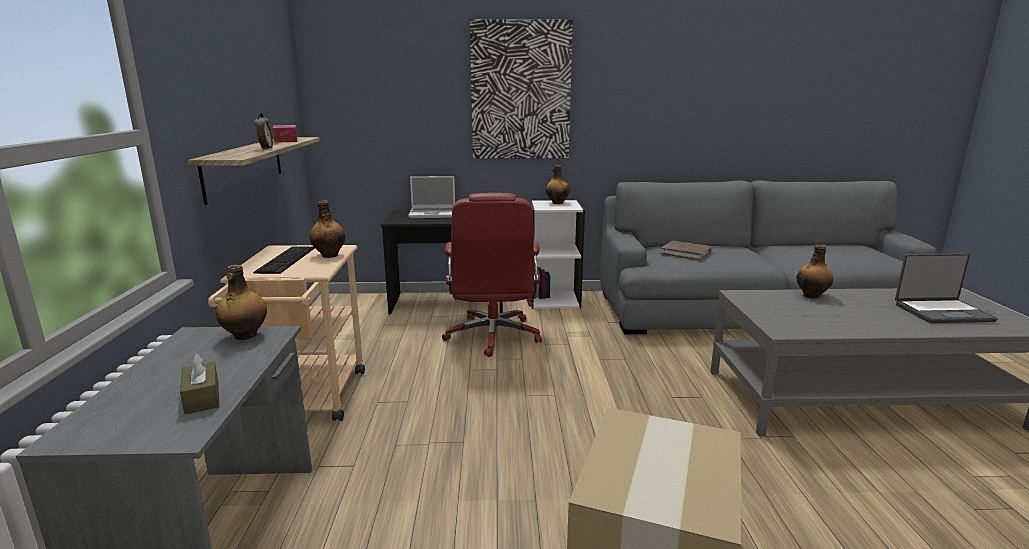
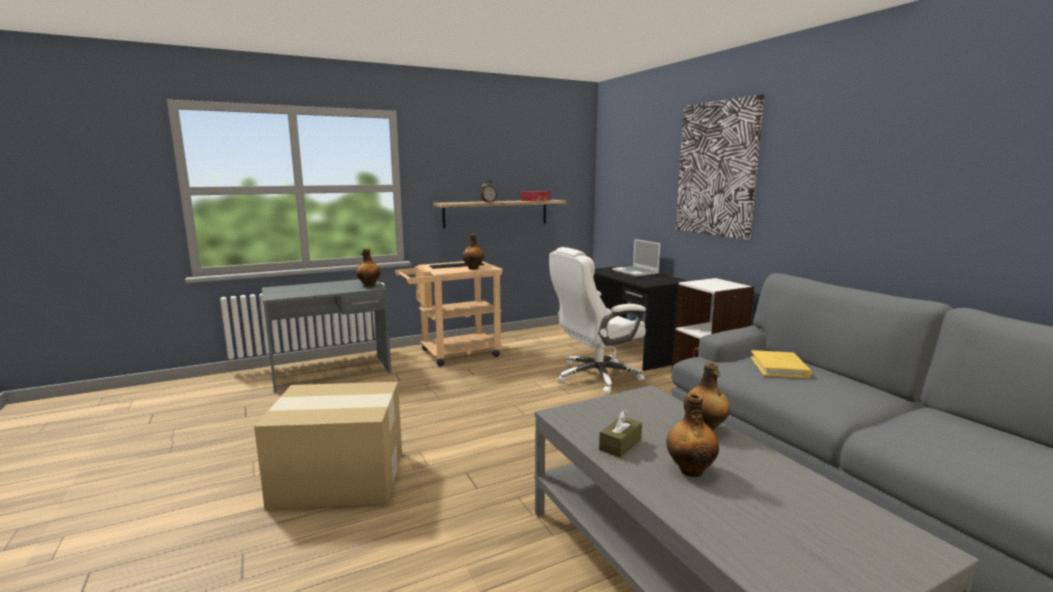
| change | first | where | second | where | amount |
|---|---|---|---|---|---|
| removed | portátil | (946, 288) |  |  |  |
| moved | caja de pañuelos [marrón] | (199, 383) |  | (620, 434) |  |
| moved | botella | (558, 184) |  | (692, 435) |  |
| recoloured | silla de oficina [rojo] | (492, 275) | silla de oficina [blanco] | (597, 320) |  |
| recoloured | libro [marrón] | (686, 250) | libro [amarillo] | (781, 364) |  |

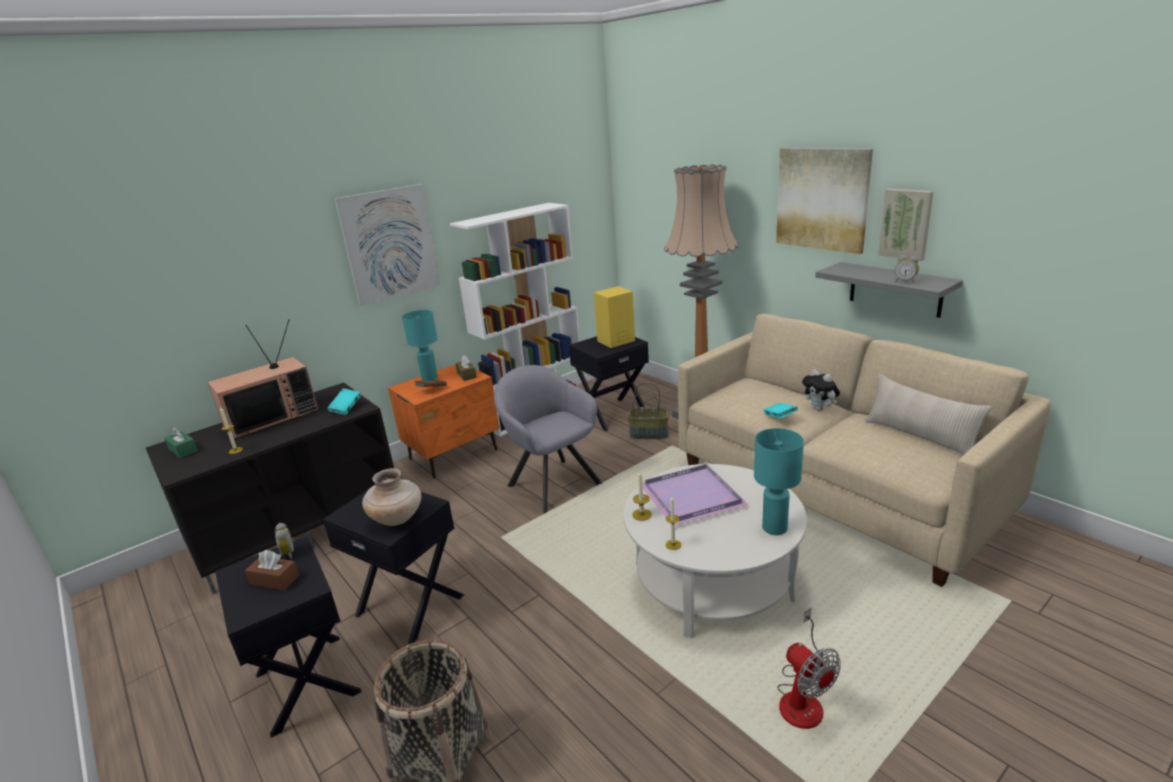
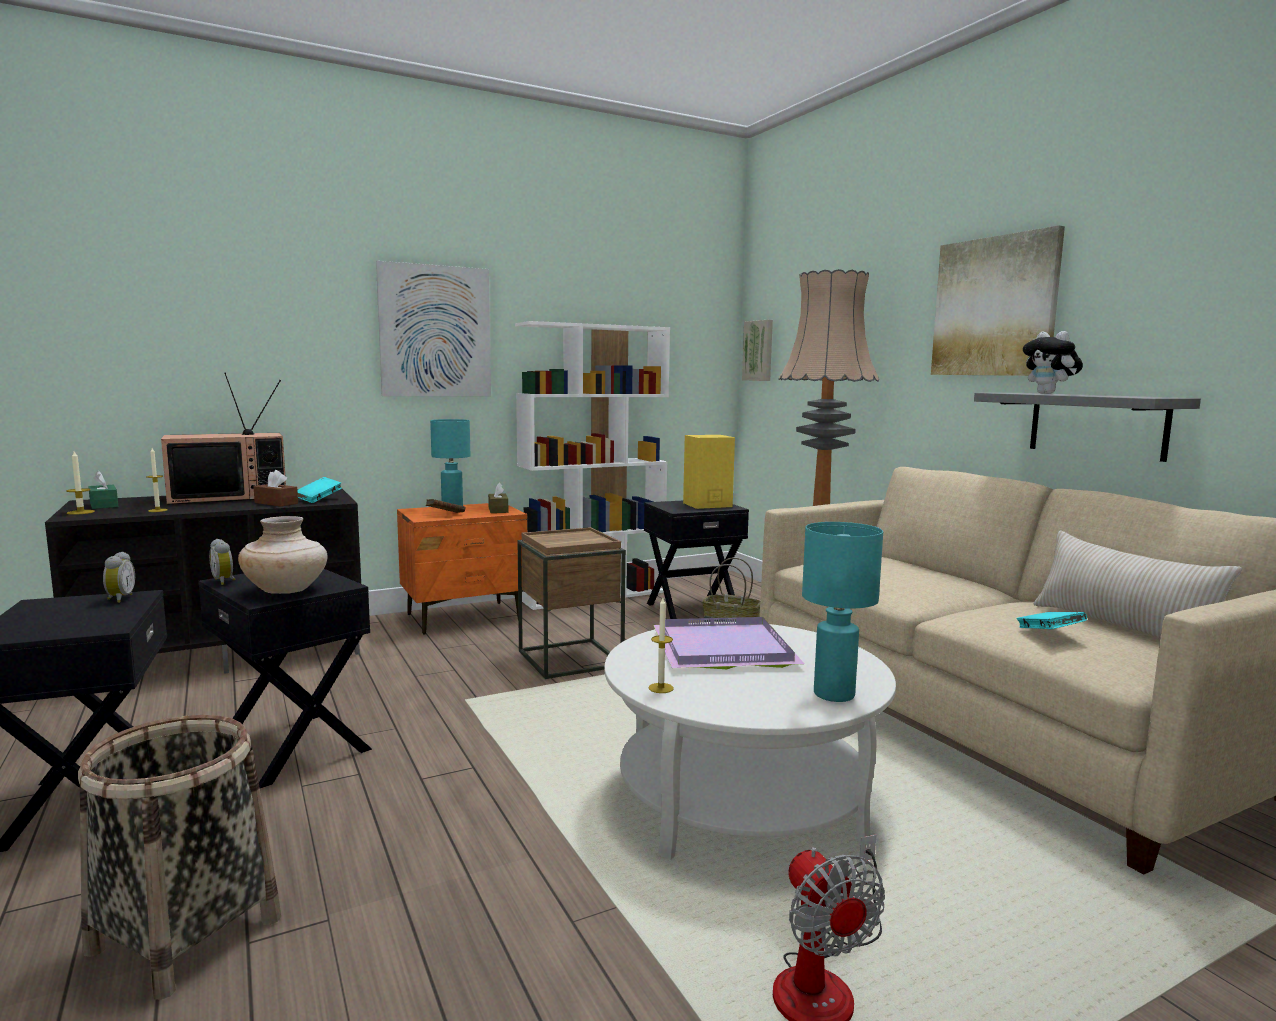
| change | first | where | second | where | amount |
|---|---|---|---|---|---|
| moved | caja de pañuelos [marrón] | (272, 570) |  | (275, 488) |  |
| moved | vela | (642, 496) |  | (80, 483) |  |
| moved | libro [turquesa] | (780, 411) |  | (1052, 620) |  |
| moved | peluche | (821, 390) |  | (1053, 362) |  |
| moved | cuadro | (906, 225) |  | (757, 350) |  |
| moved | despertador | (907, 269) |  | (222, 562) |  |
| replaced | sillón [gris] | (548, 439) | mesa auxiliar [marrón] | (571, 603) |  |

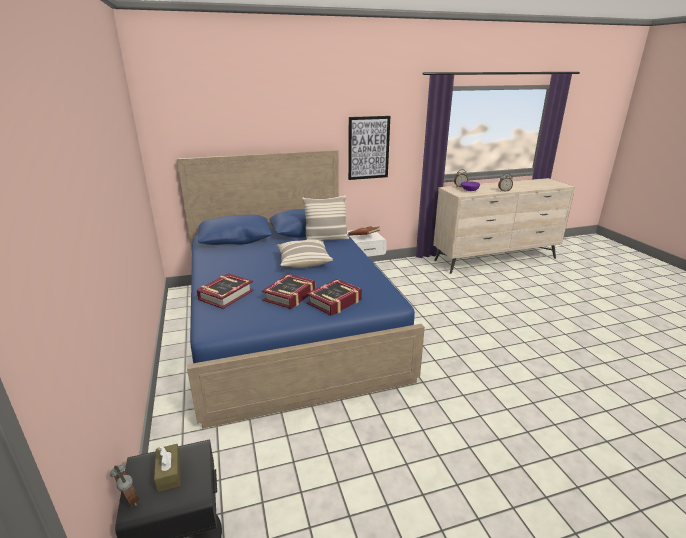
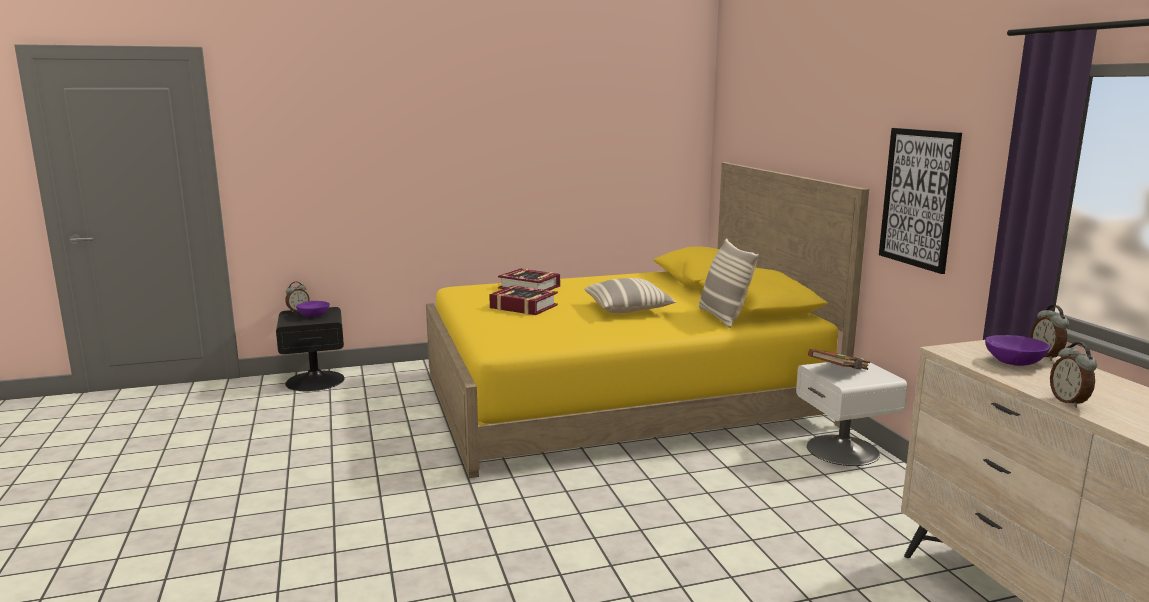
| change | first | where | second | where | amount |
|---|---|---|---|---|---|
| removed | libro | (334, 297) |  |  |  |
| replaced | caja de pañuelos [marrón] | (167, 468) | cuenco [morado] | (313, 309) |  |
| recoloured | cama [azul] | (301, 289) | cama [amarillo] | (647, 320) |  |

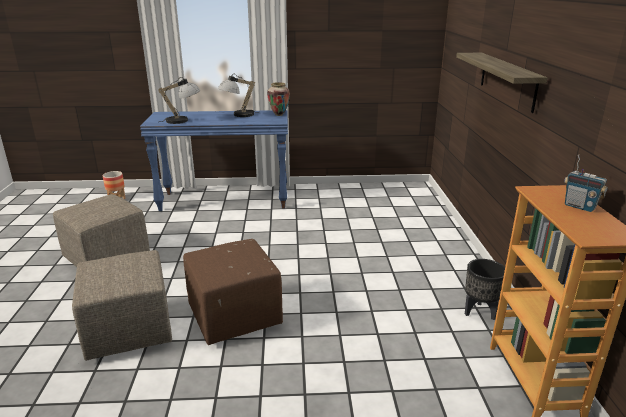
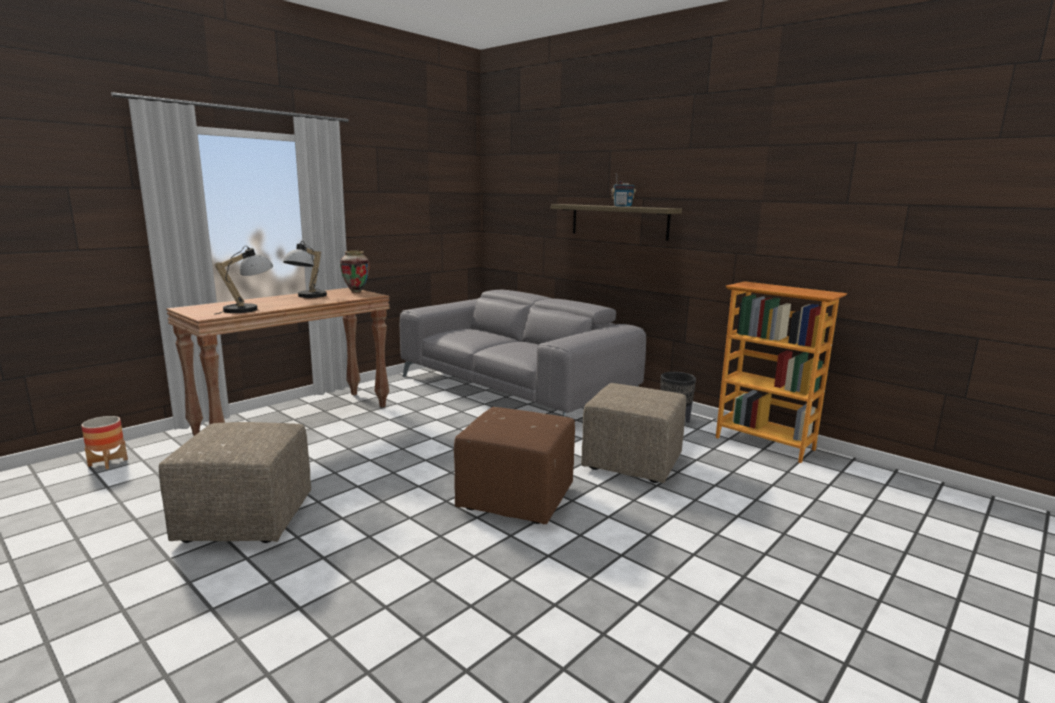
| change | first | where | second | where | amount |
|---|---|---|---|---|---|
| added |  |  | sofá [gris] | (523, 353) |  |
| moved | puf [beis] | (122, 305) |  | (633, 433) |  |
| moved | radio | (586, 183) |  | (624, 190) |  |
| recoloured | mesa consola [azul] | (214, 160) | mesa consola [marrón] | (278, 362) |  |

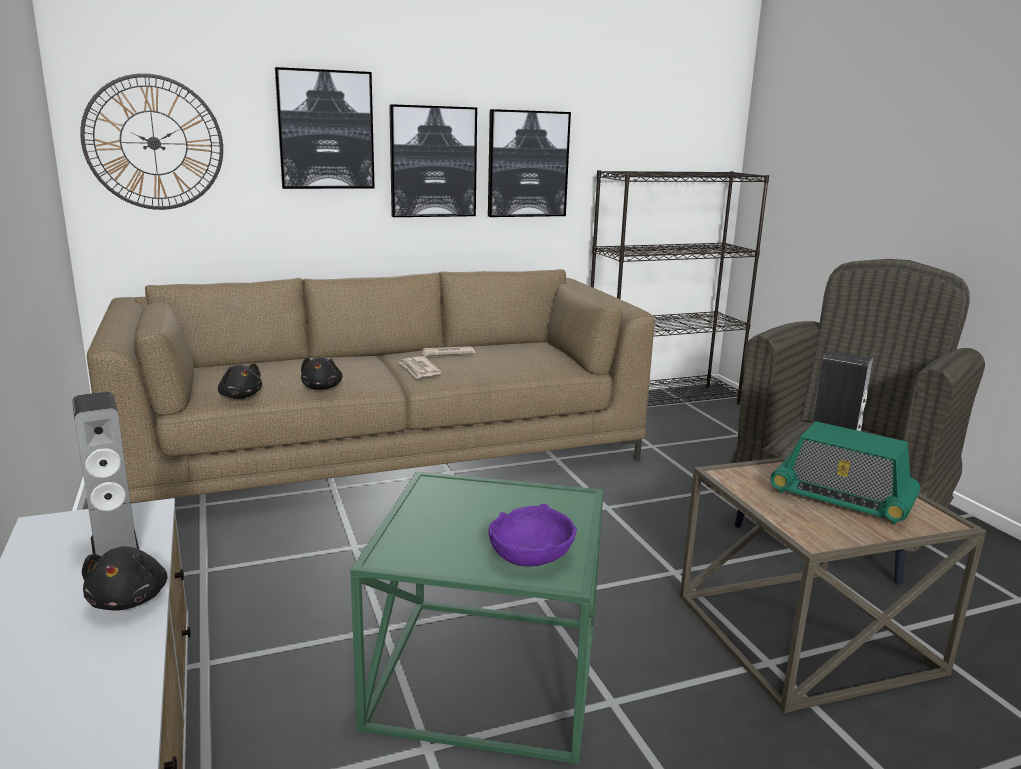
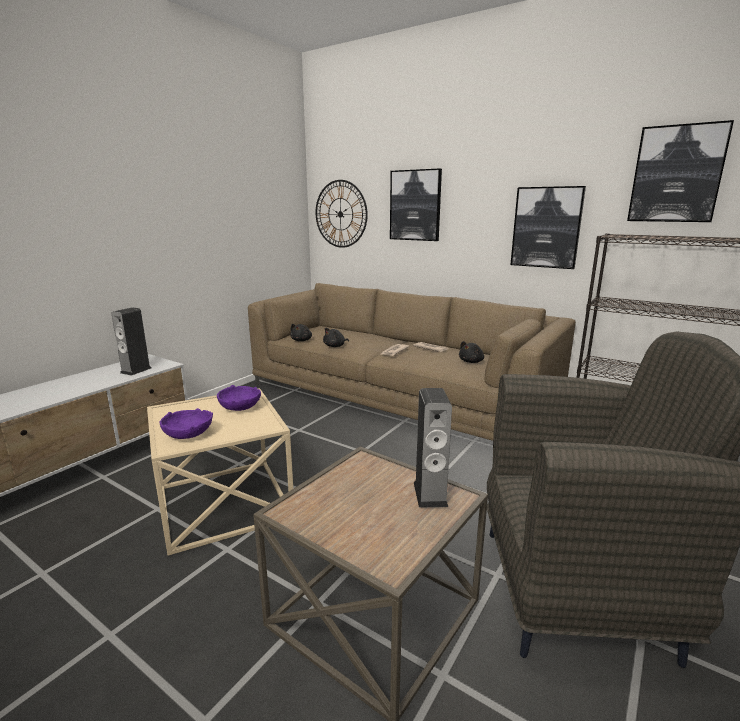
| change | first | where | second | where | amount |
|---|---|---|---|---|---|
| removed | radio | (846, 473) |  |  |  |
| added |  |  | cuenco [morado] | (239, 398) |  |
| moved | peluche [negro] | (125, 578) |  | (471, 352) |  |
| moved | cuadro | (433, 160) |  | (680, 171) |  |
| recoloured | mesa auxiliar [verde] | (477, 618) | mesa auxiliar [beis] | (220, 472) |  |

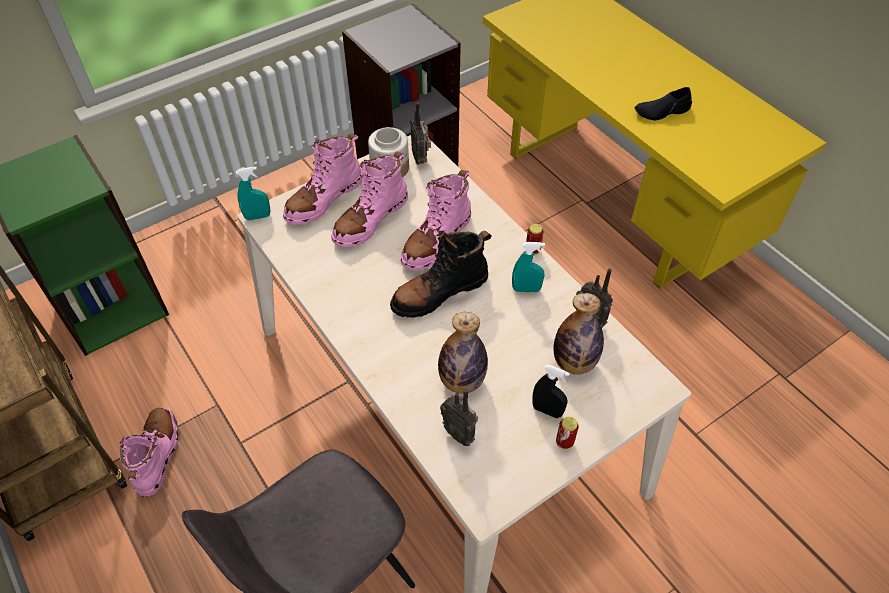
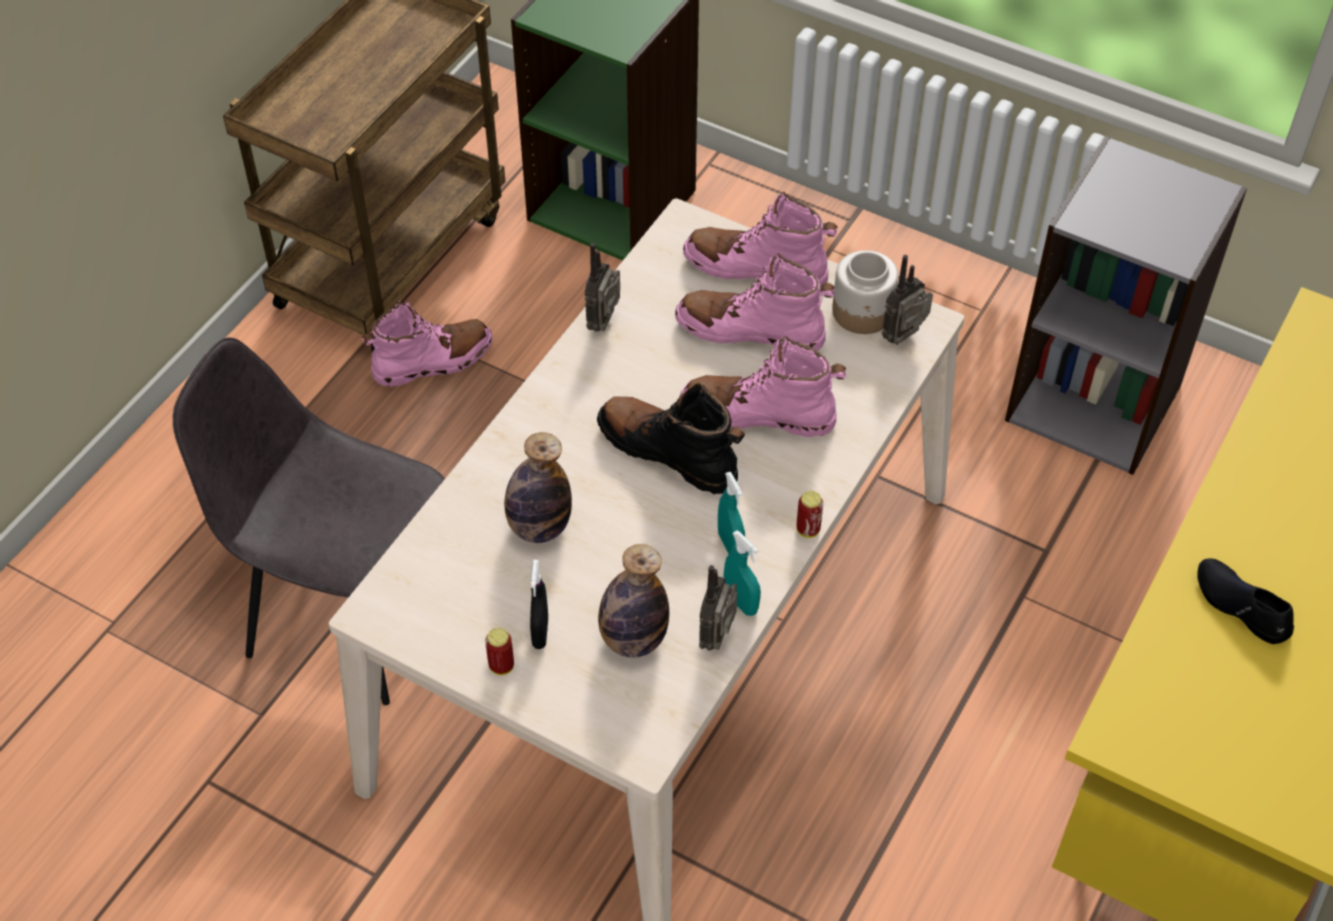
| change | first | where | second | where | amount |
|---|---|---|---|---|---|
| moved | pulverizador [turquesa] | (253, 193) |  | (742, 573) |  |
| moved | radio | (459, 417) |  | (602, 287) |  |

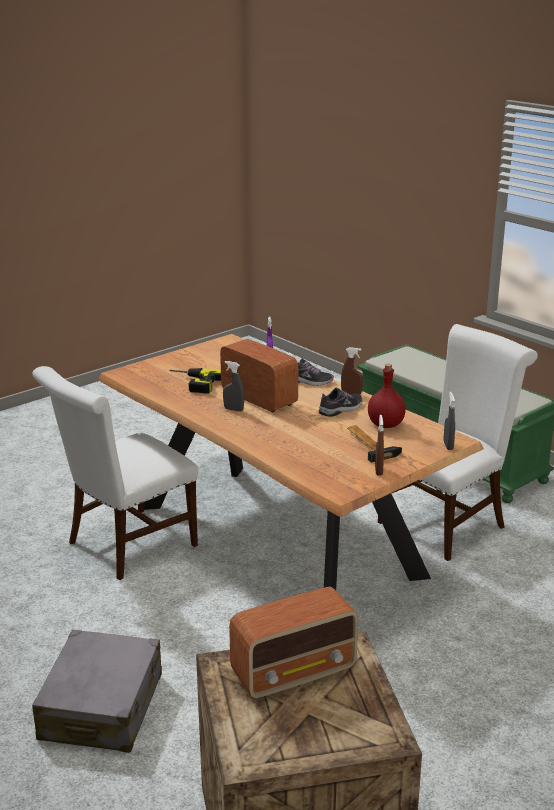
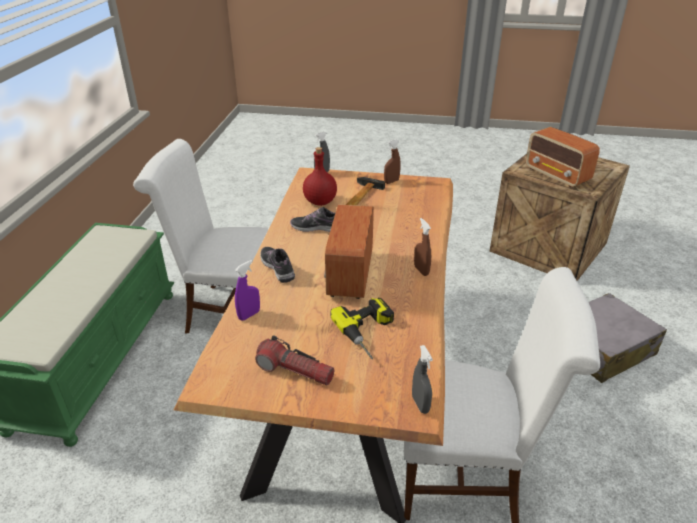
| change | first | where | second | where | amount |
|---|---|---|---|---|---|
| added |  |  | linterna | (295, 360) |  |
| moved | pulverizador [gris] | (233, 386) |  | (422, 379) |  |
| moved | pulverizador [marrón] | (352, 371) |  | (422, 247) |  |
| turned | radio | (293, 643) |  | (563, 157) | 150 degrees counterclockwise |

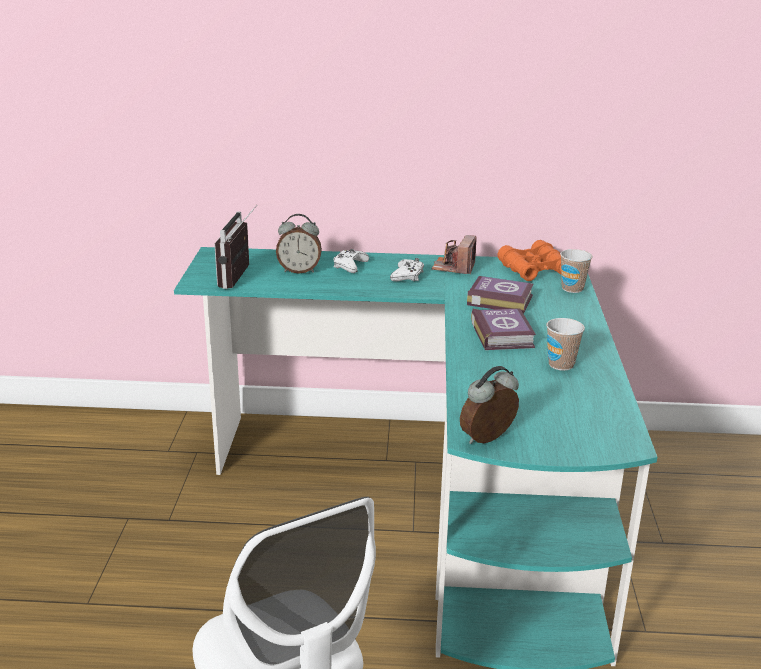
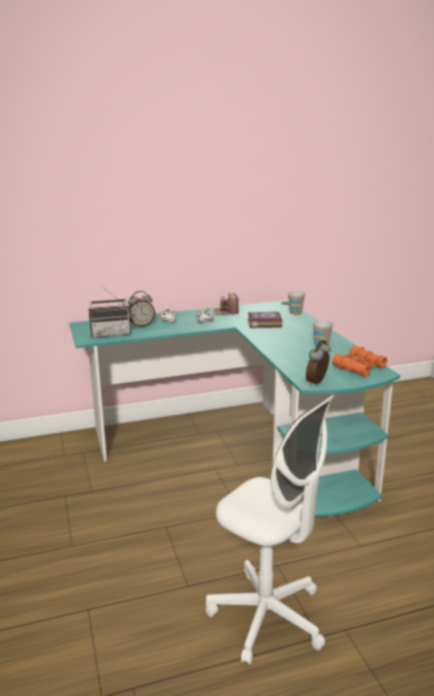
| change | first | where | second | where | amount |
|---|---|---|---|---|---|
| removed | libro | (503, 329) |  |  |  |
| moved | prismáticos [naranja] | (529, 260) |  | (359, 361) |  |
| turned | radio | (235, 247) |  | (109, 313) | 90 degrees counterclockwise |

